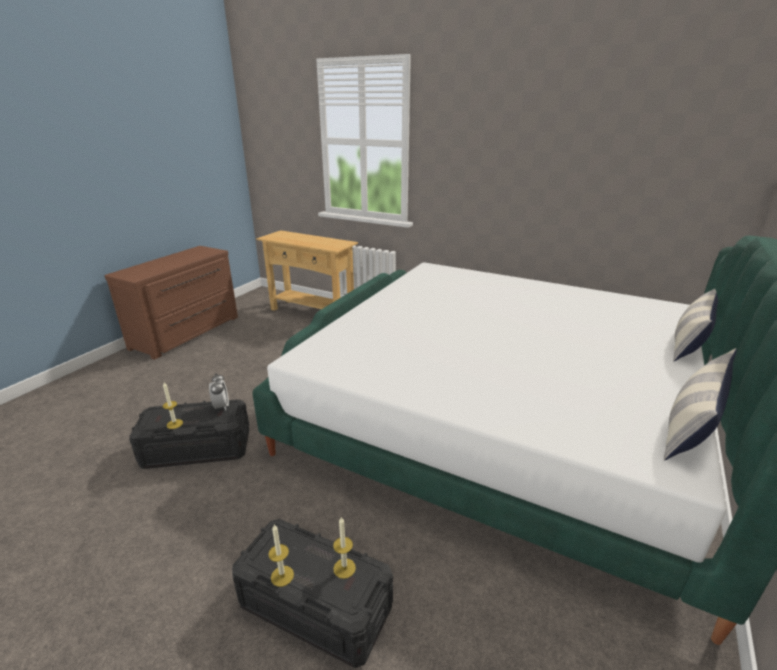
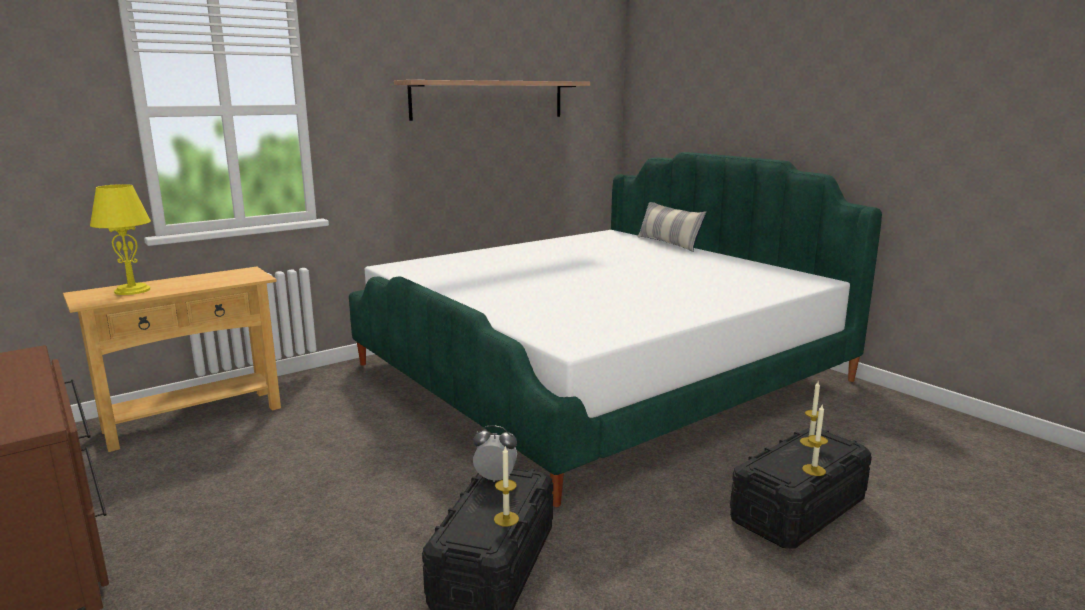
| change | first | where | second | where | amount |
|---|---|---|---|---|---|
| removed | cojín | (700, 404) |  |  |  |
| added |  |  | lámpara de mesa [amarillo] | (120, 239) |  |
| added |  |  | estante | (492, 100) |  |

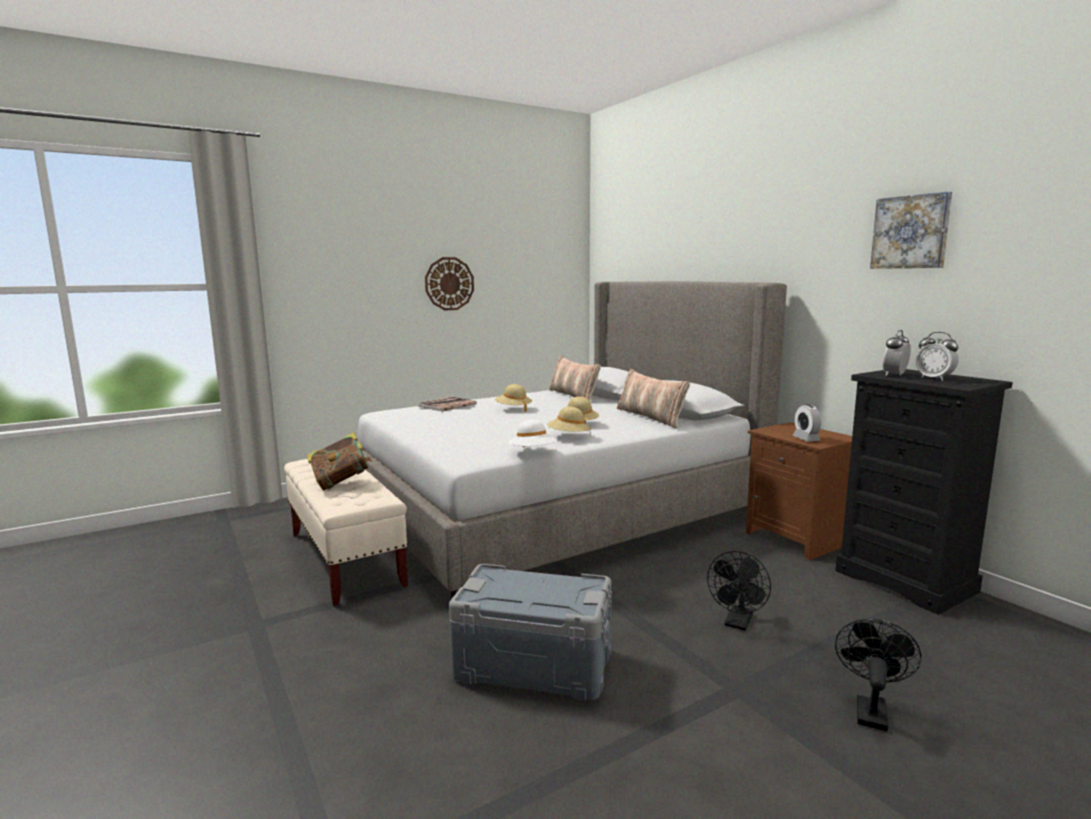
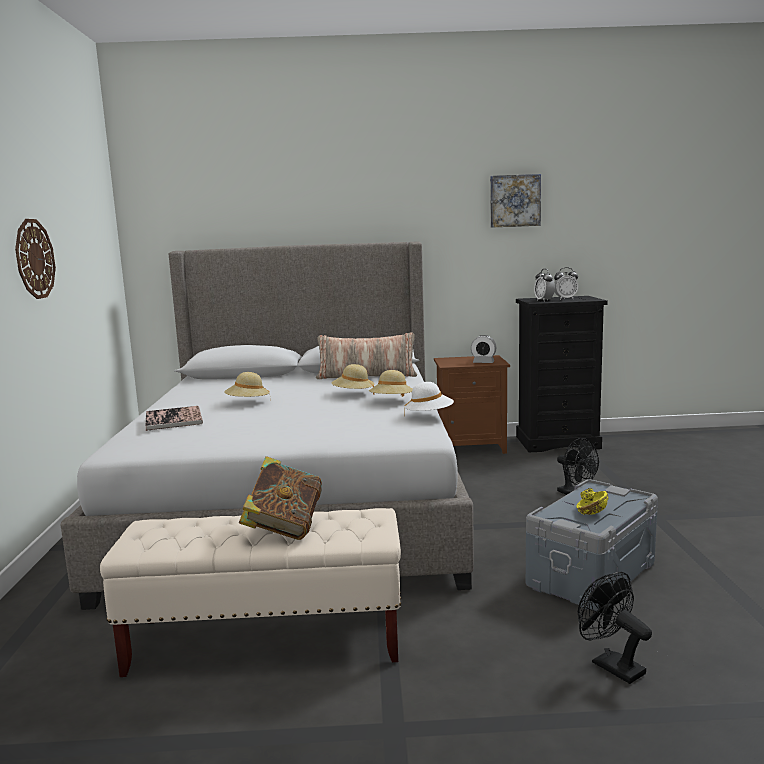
| change | first | where | second | where | amount |
|---|---|---|---|---|---|
| removed | cojín | (575, 378) |  |  |  |
| added |  |  | cuenco [amarillo] | (592, 501) |  |
| moved | ventilador [negro] | (878, 675) |  | (615, 628) |  |

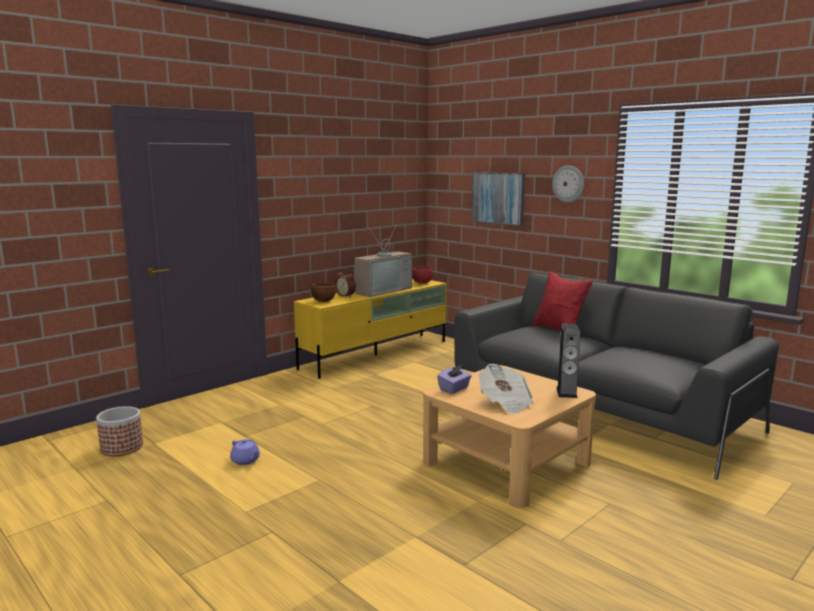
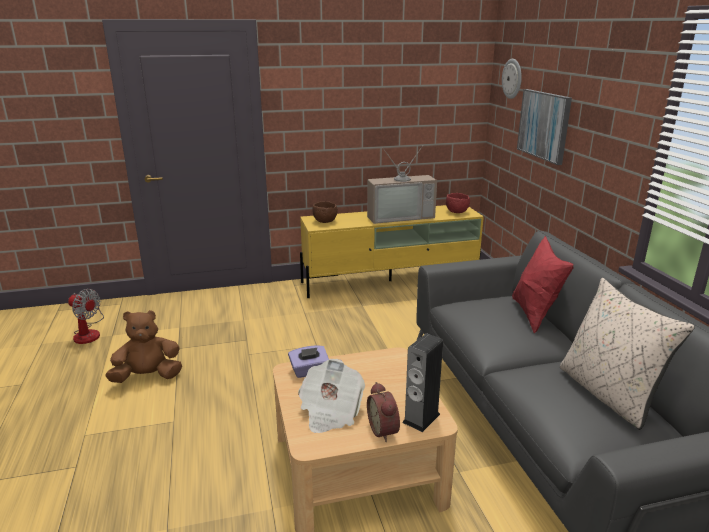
| change | first | where | second | where | amount |
|---|---|---|---|---|---|
| added |  |  | cojín [beis] | (627, 354) |  |
| moved | despertador | (345, 284) |  | (383, 412) |  |
| moved | reloj de pared | (568, 184) |  | (512, 79) |  |
| replaced | maceta | (119, 431) | ventilador | (86, 316) |  |
| replaced | tetera [morado] | (245, 452) | peluche [marrón] | (143, 346) |  |

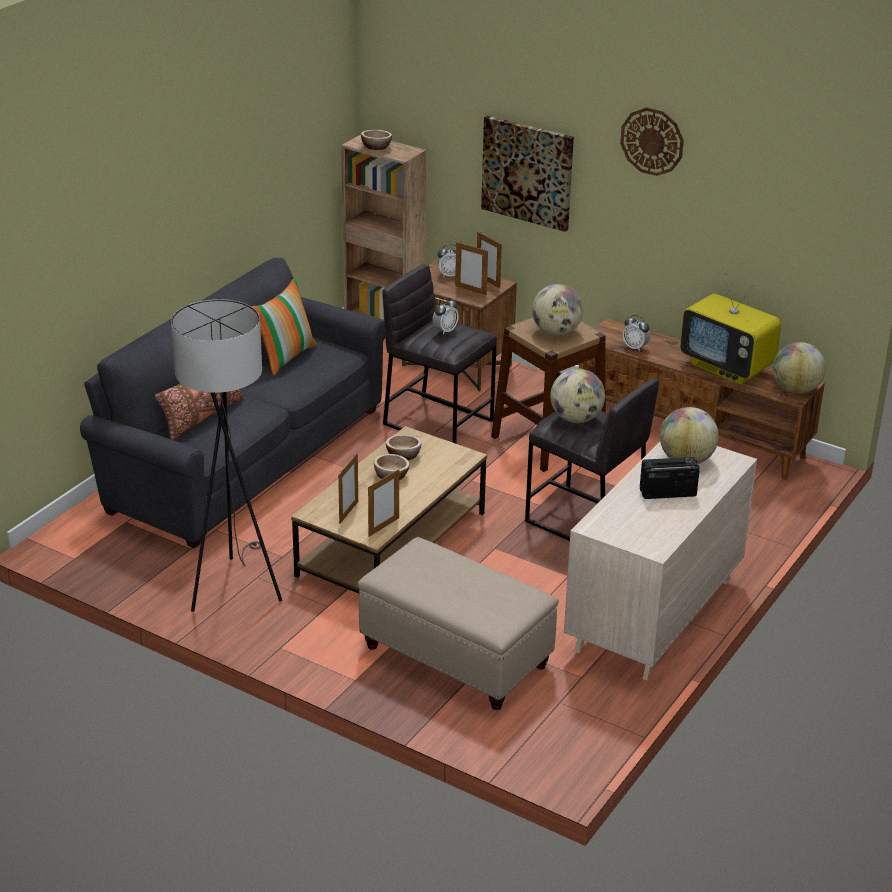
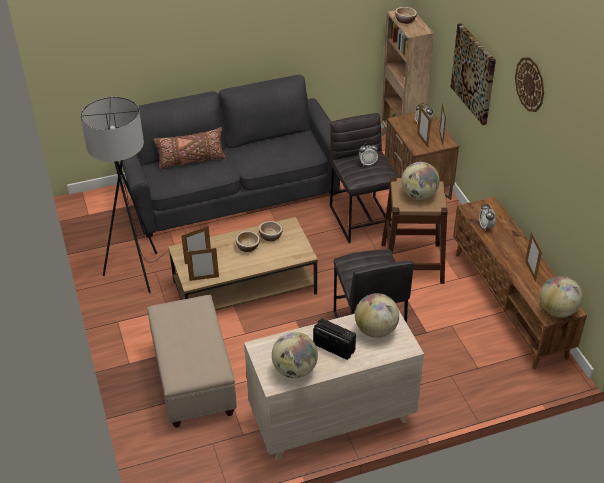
| change | first | where | second | where | amount |
|---|---|---|---|---|---|
| removed | cojín | (284, 326) |  |  |  |
| moved | globo terráqueo | (577, 395) |  | (295, 355) |  |
| replaced | televisor | (730, 329) | portarretratos | (533, 256) |  |

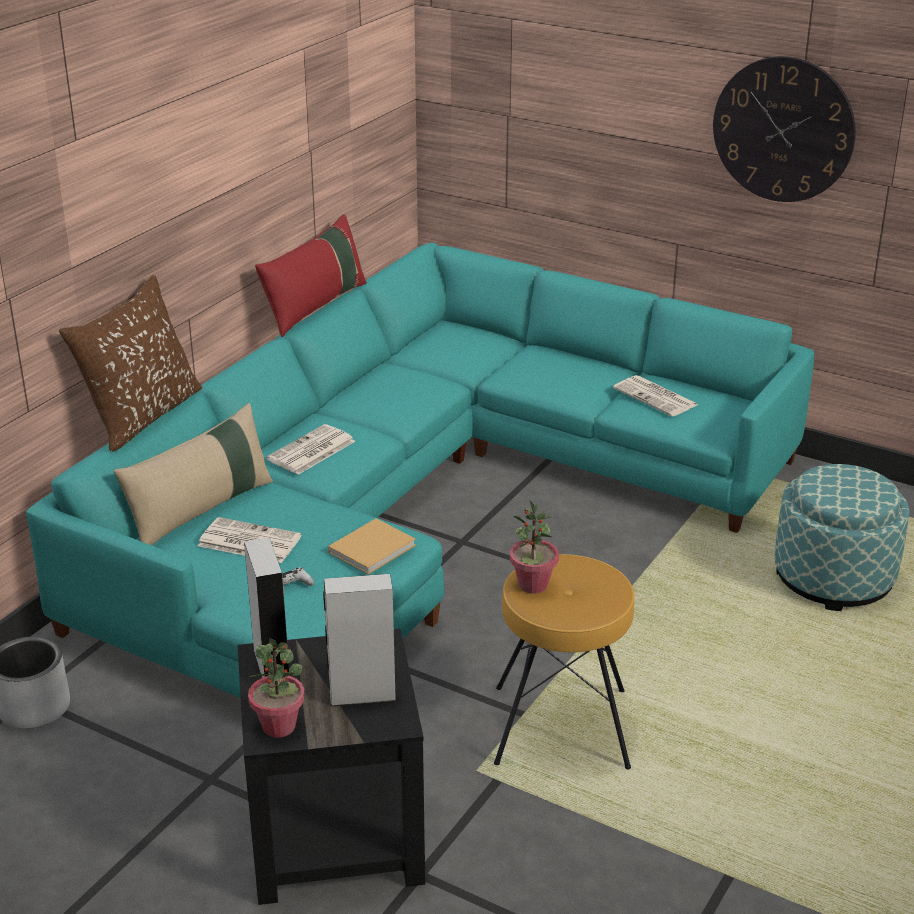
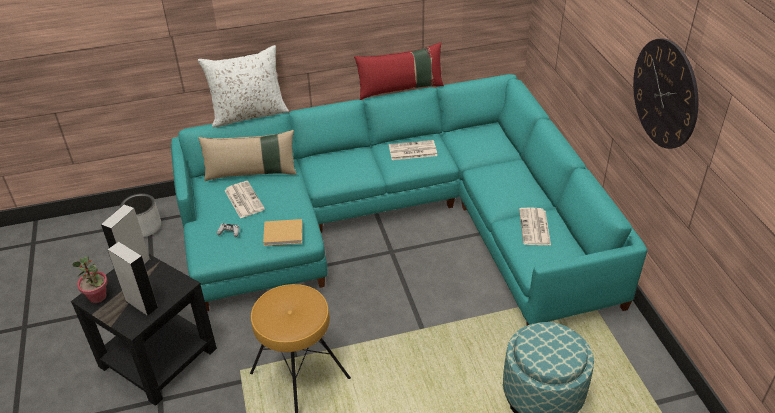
| change | first | where | second | where | amount |
|---|---|---|---|---|---|
| removed | planta en maceta | (534, 546) |  |  |  |
| moved | periódico | (310, 449) |  | (413, 150) |  |
| recoloured | cojín [marrón] | (130, 363) | cojín [blanco] | (243, 86) |  |

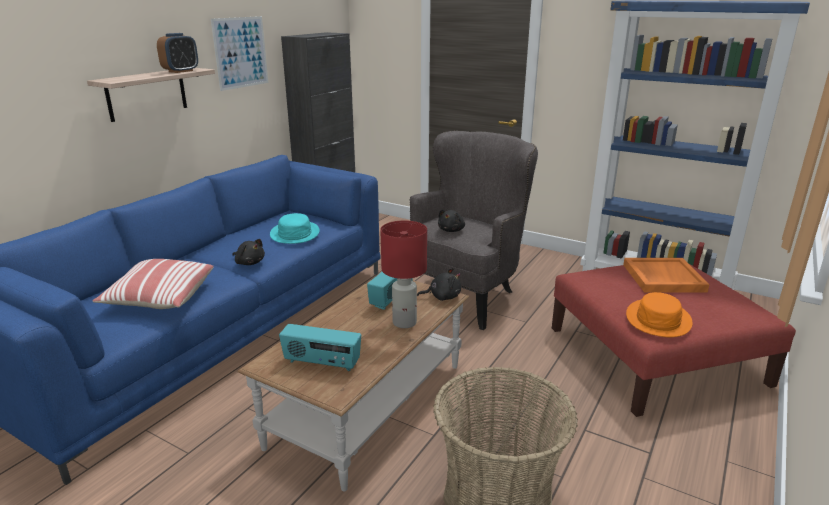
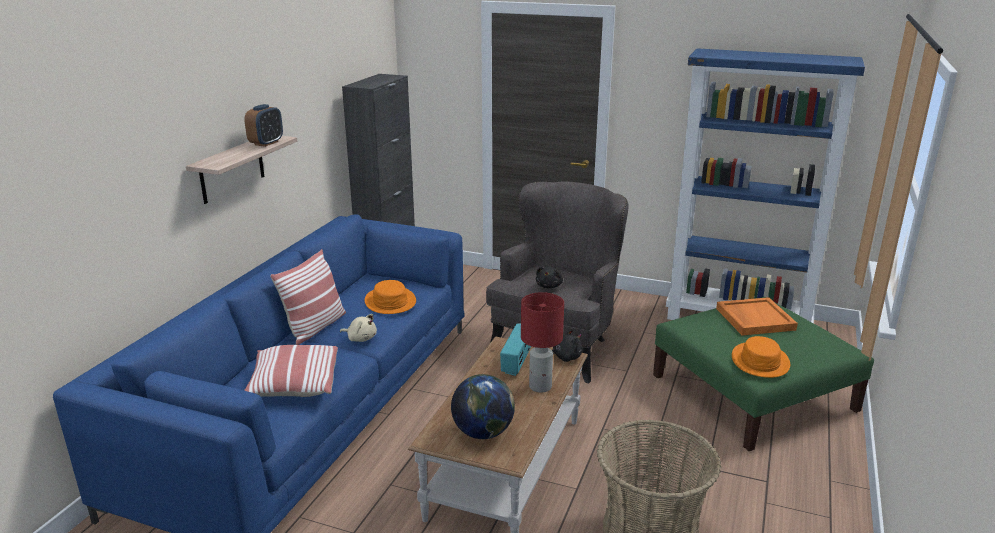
| change | first | where | second | where | amount |
|---|---|---|---|---|---|
| removed | cuadro | (239, 53) |  |  |  |
| added |  |  | cojín | (308, 297) |  |
| replaced | radio | (320, 347) | globo terráqueo | (483, 406) |  |
| recoloured | peluche [negro] | (248, 252) | peluche [beis] | (358, 328) |  |
| recoloured | sombrero [turquesa] | (295, 228) | sombrero [naranja] | (390, 297) |  |
| recoloured | puf [rojo] | (674, 340) | puf [verde] | (763, 374) |  |

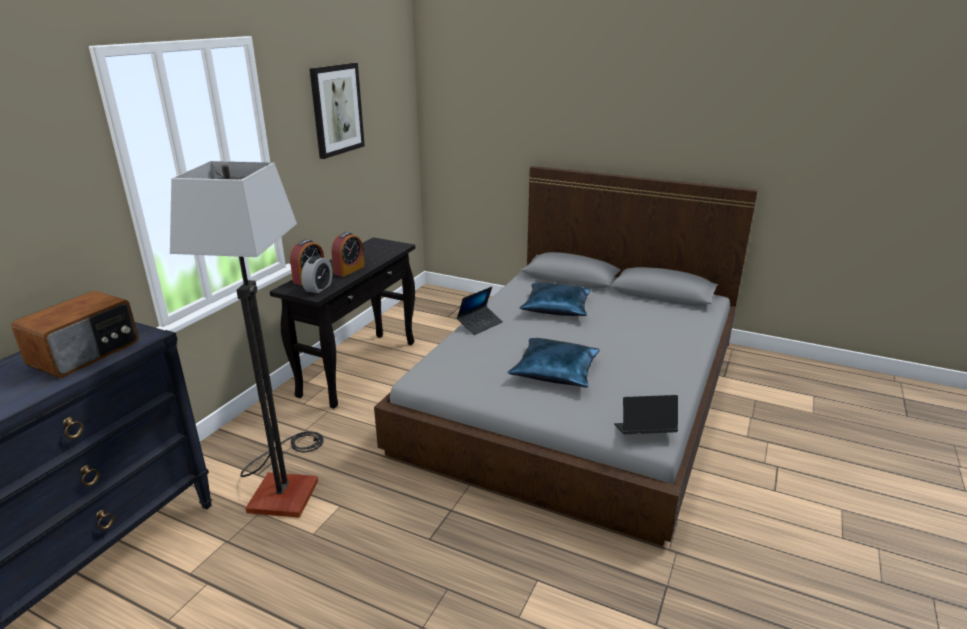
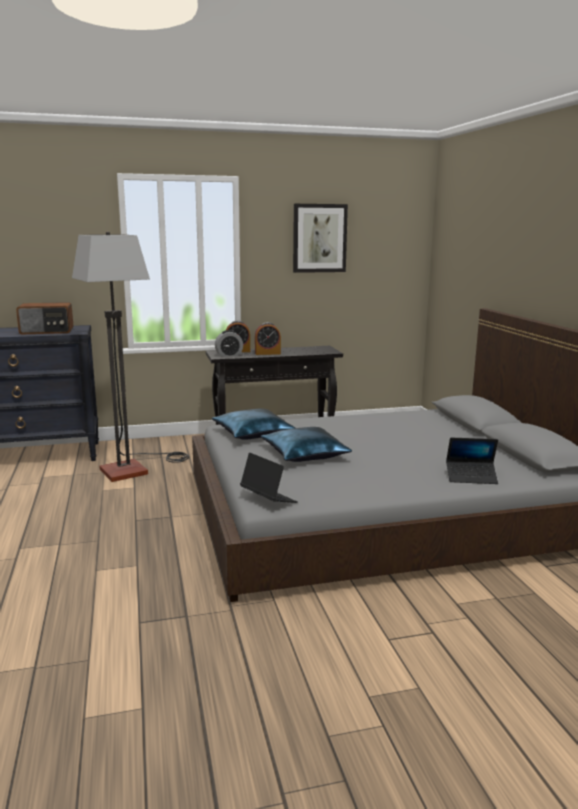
| change | first | where | second | where | amount |
|---|---|---|---|---|---|
| moved | portátil | (480, 311) |  | (472, 461) |  |
| moved | cojín [azul] | (555, 299) |  | (253, 424) |  |

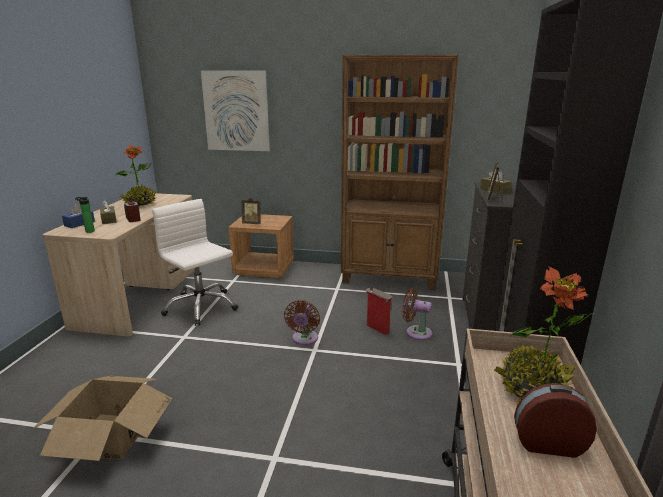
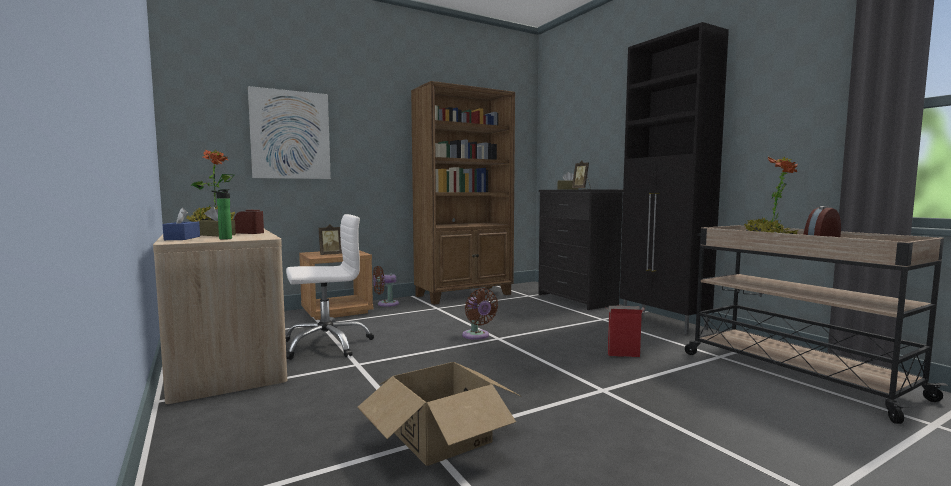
| change | first | where | second | where | amount |
|---|---|---|---|---|---|
| moved | caja de cartón | (379, 311) |  | (624, 331) |  |
| moved | ventilador [marrón] | (417, 314) |  | (386, 286) |  |
| turned | silla de oficina [blanco] | (195, 262) |  | (329, 287) | 150 degrees clockwise |

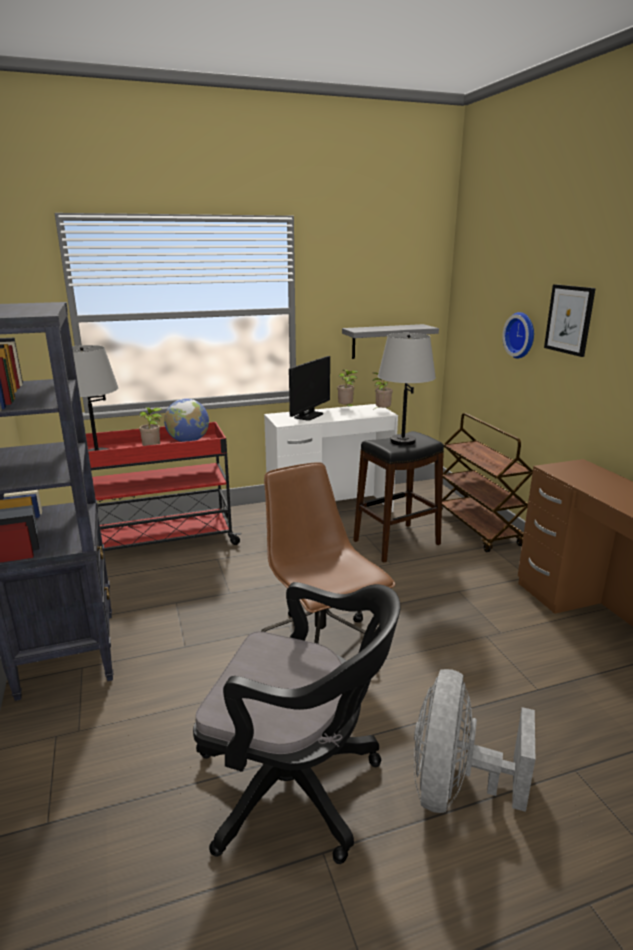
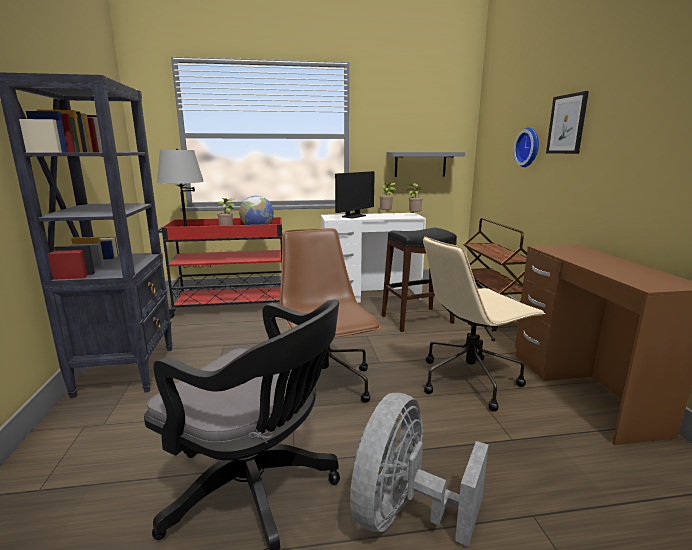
| change | first | where | second | where | amount |
|---|---|---|---|---|---|
| removed | lámpara de mesa [gris] | (407, 389) |  |  |  |
| added |  |  | silla de oficina [beis] | (484, 324) |  |

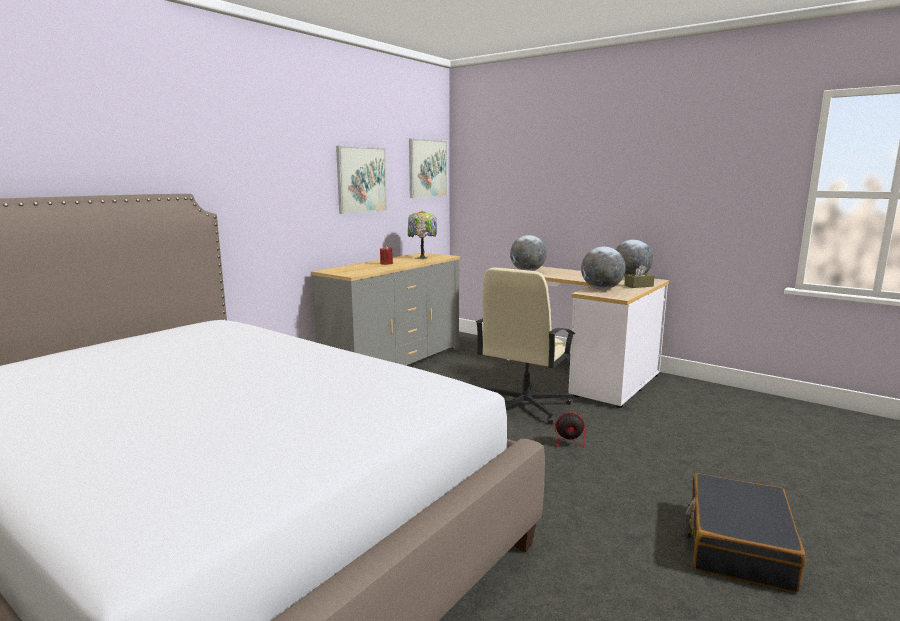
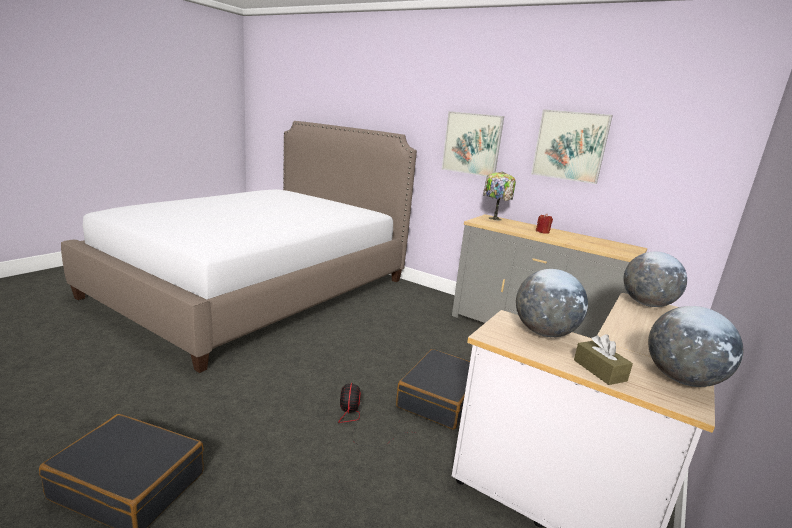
| change | first | where | second | where | amount |
|---|---|---|---|---|---|
| moved | lámpara de mesa | (422, 235) |  | (499, 196) |  |
| moved | cuadro | (428, 168) |  | (473, 144) |  |
| replaced | silla de oficina [beis] | (525, 346) | maleta [negro] | (433, 389) |  |

